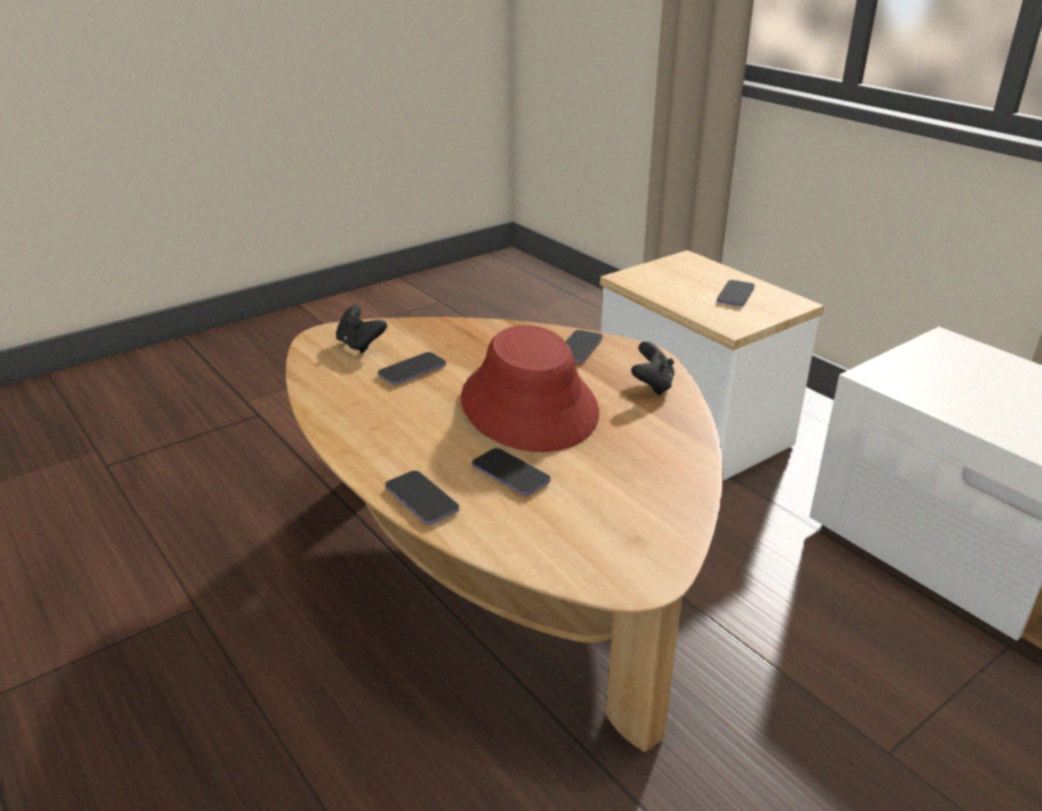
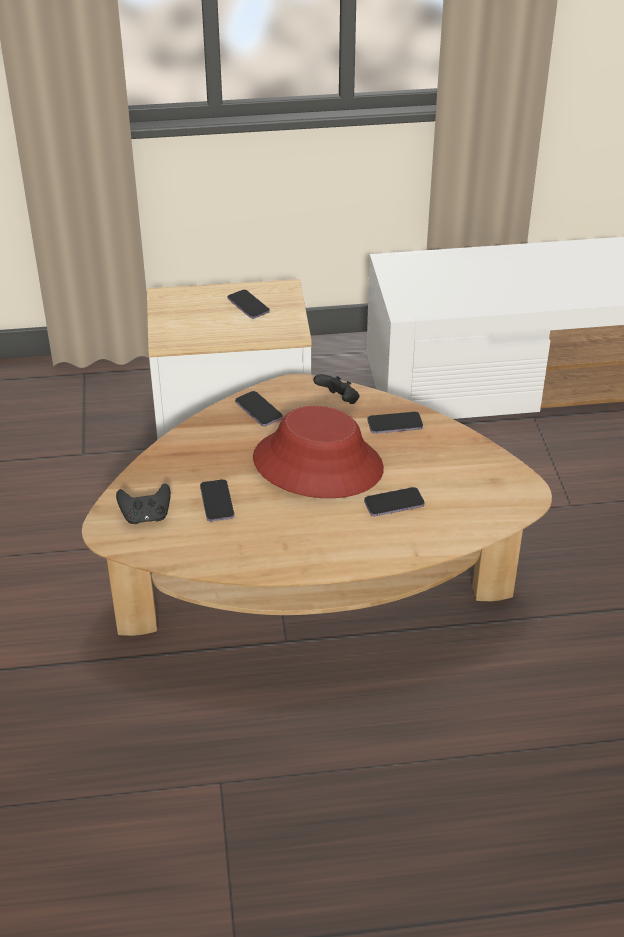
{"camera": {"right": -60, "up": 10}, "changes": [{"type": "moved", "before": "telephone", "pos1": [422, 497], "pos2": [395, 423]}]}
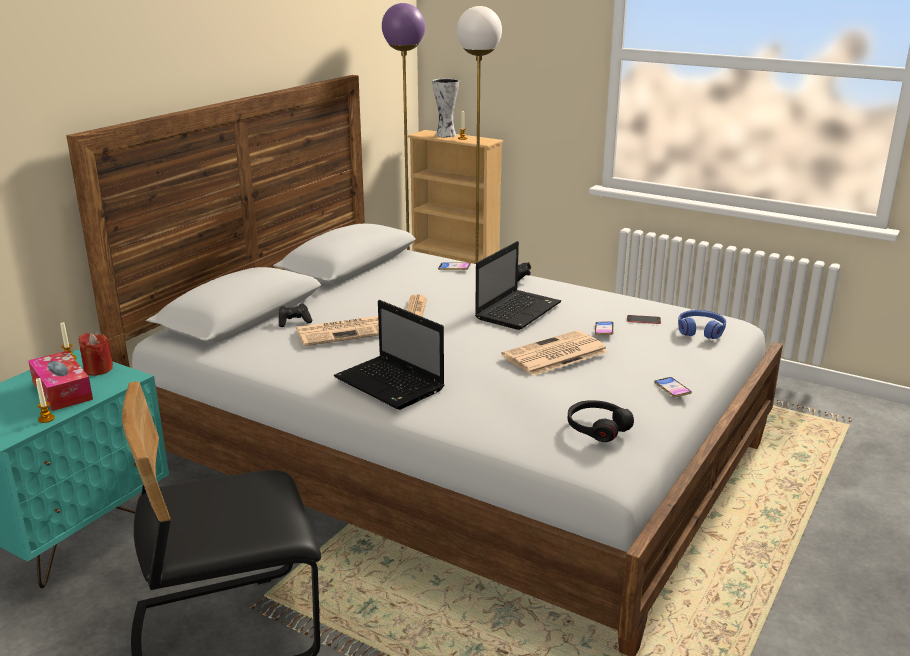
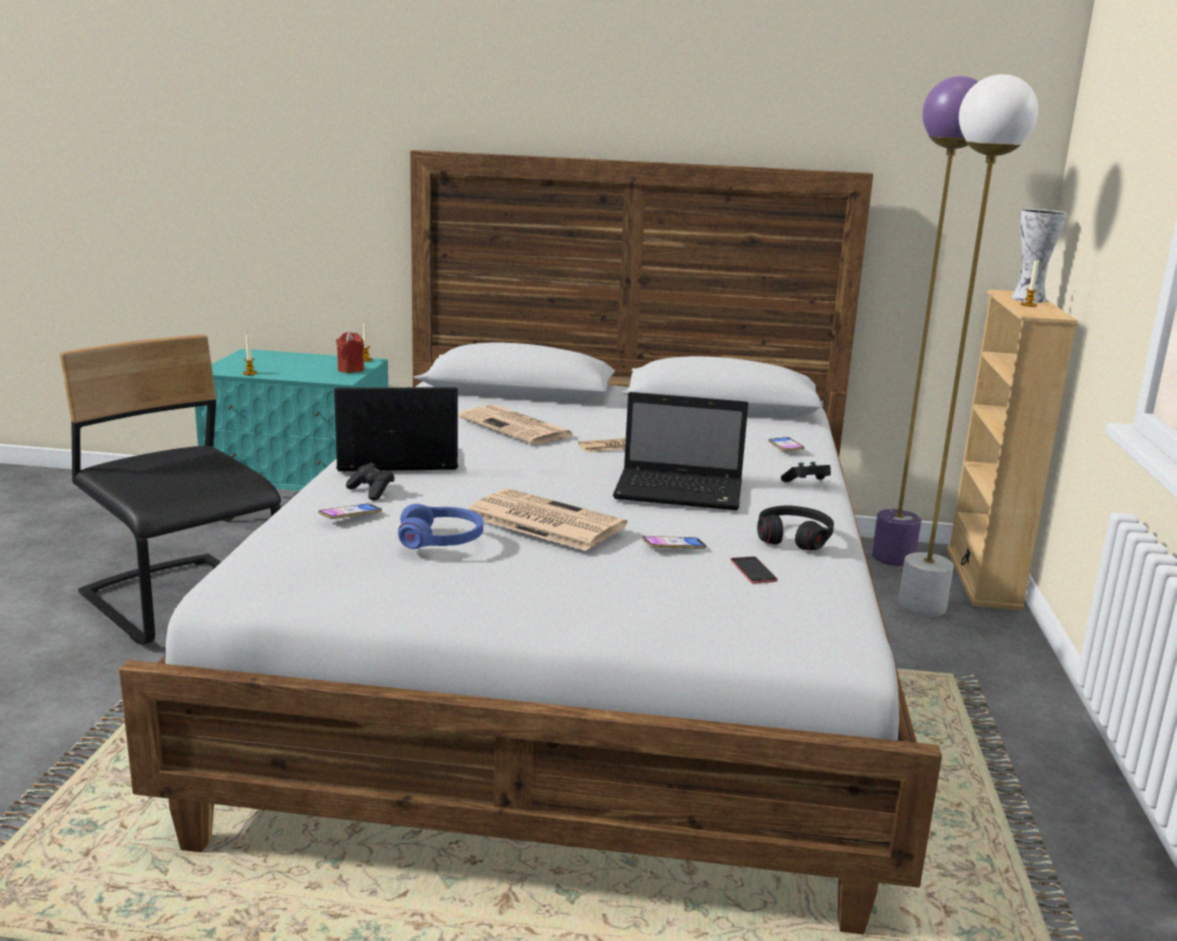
{"camera": {"right": 65, "up": -5}, "changes": [{"type": "removed", "before": "box of tissues", "pos1": [60, 381]}, {"type": "moved", "before": "joypad/black-coloured", "pos1": [295, 315], "pos2": [370, 482]}, {"type": "moved", "before": "pair of headphones/black-coloured", "pos1": [601, 421], "pos2": [795, 528]}, {"type": "moved", "before": "telephone", "pos1": [673, 387], "pos2": [350, 511]}, {"type": "moved", "before": "pair of headphones/blue", "pos1": [702, 324], "pos2": [440, 526]}, {"type": "turned", "before": "notebook computer", "pos1": [389, 355], "pos2": [396, 429], "turn": 60}]}
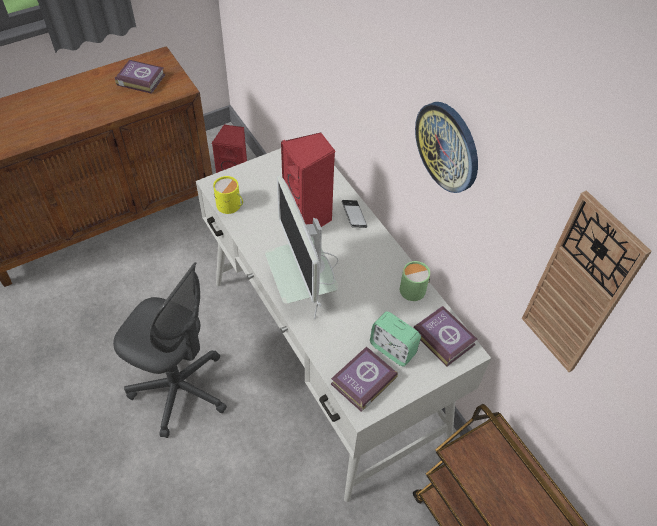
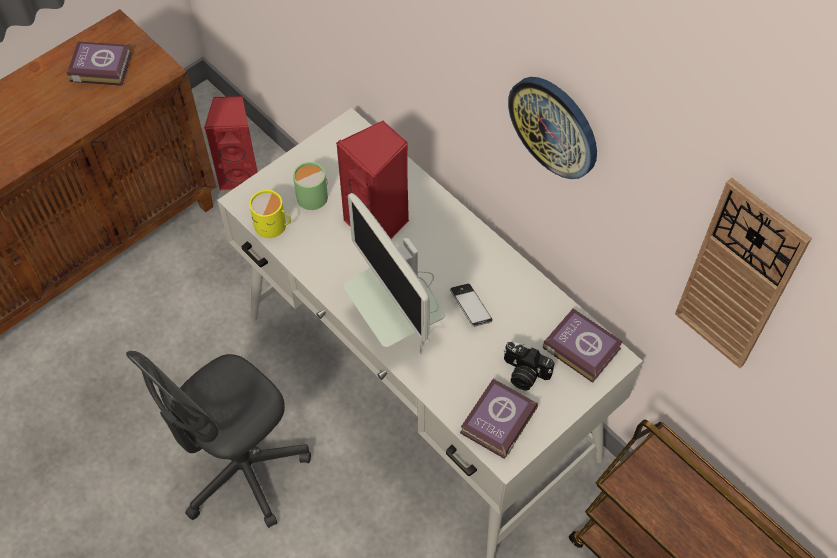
{"camera": {"right": -10, "up": 5}, "changes": [{"type": "moved", "before": "telephone", "pos1": [354, 214], "pos2": [471, 305]}, {"type": "moved", "before": "mug/green", "pos1": [415, 281], "pos2": [310, 186]}, {"type": "replaced", "before": "alarm clock", "after": "photo camera", "pos1": [395, 338], "pos2": [529, 366]}, {"type": "turned", "before": "desk chair/greyish", "pos1": [170, 350], "pos2": [218, 439], "turn": 120}]}
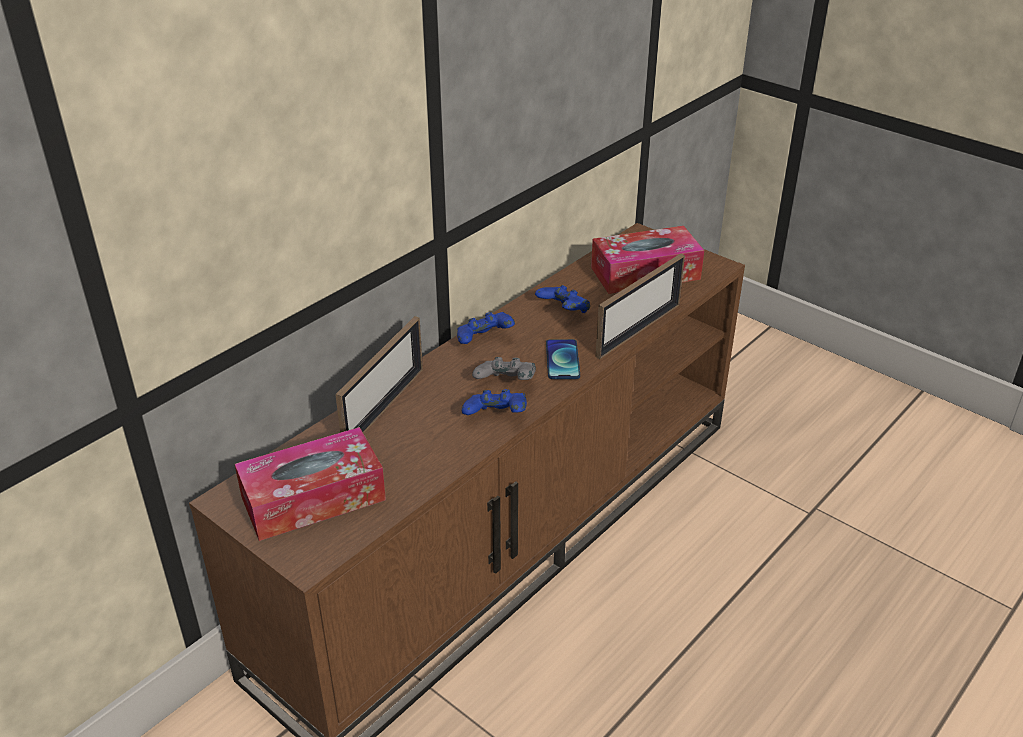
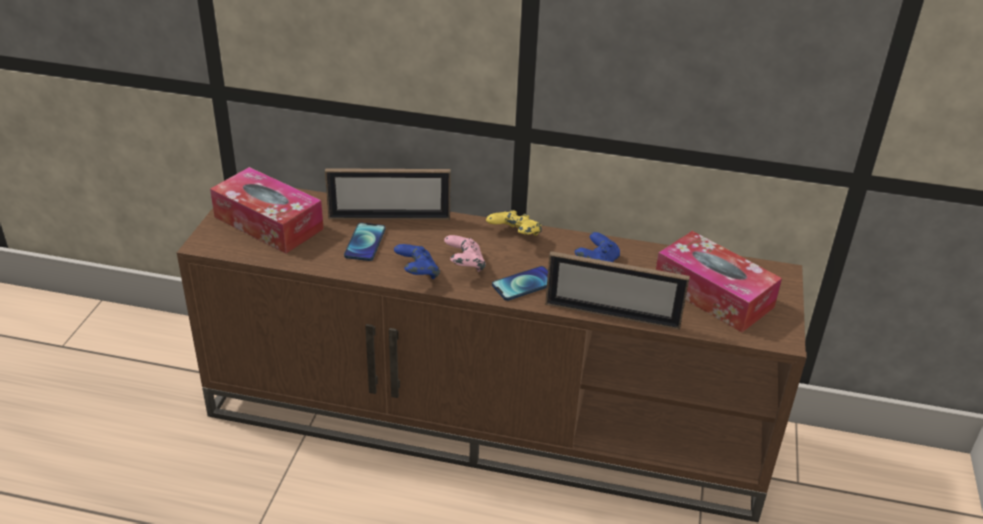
{"camera": {"right": 60, "up": 0}, "changes": [{"type": "added", "after": "telephone", "pos2": [365, 242]}, {"type": "recoloured", "before": "joypad/blue", "after": "joypad/yellow", "pos1": [486, 328], "pos2": [514, 223]}, {"type": "recoloured", "before": "joypad/greyish", "after": "joypad/pinkish", "pos1": [504, 368], "pos2": [465, 253]}]}
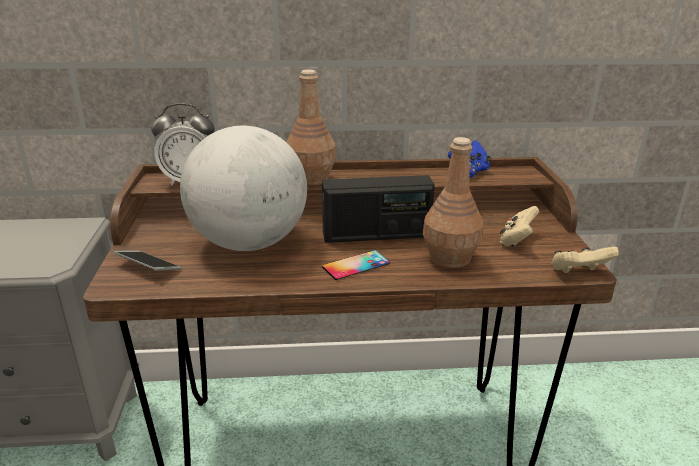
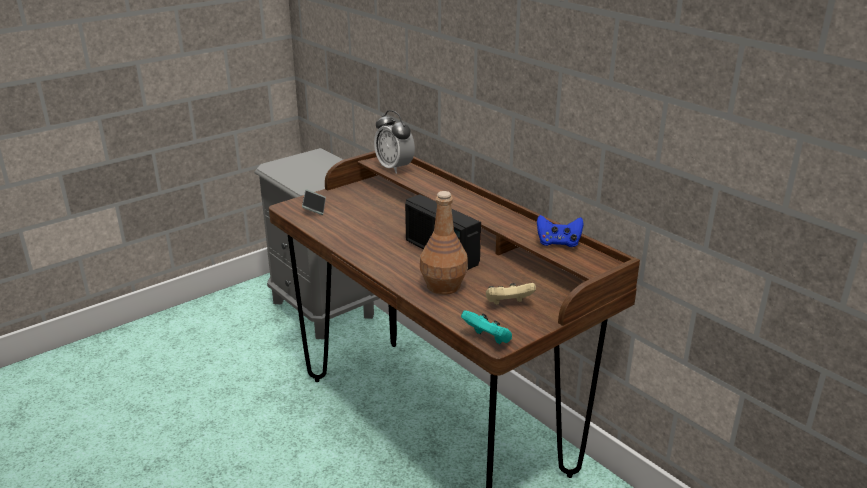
{"camera": {"right": 55, "up": 0}, "changes": [{"type": "removed", "before": "world globe", "pos1": [243, 188]}, {"type": "removed", "before": "beverage bottle/brownish", "pos1": [311, 128]}, {"type": "removed", "before": "telephone", "pos1": [356, 265]}, {"type": "recoloured", "before": "joypad/beige", "after": "joypad/turquoise-coloured", "pos1": [585, 260], "pos2": [486, 327]}]}
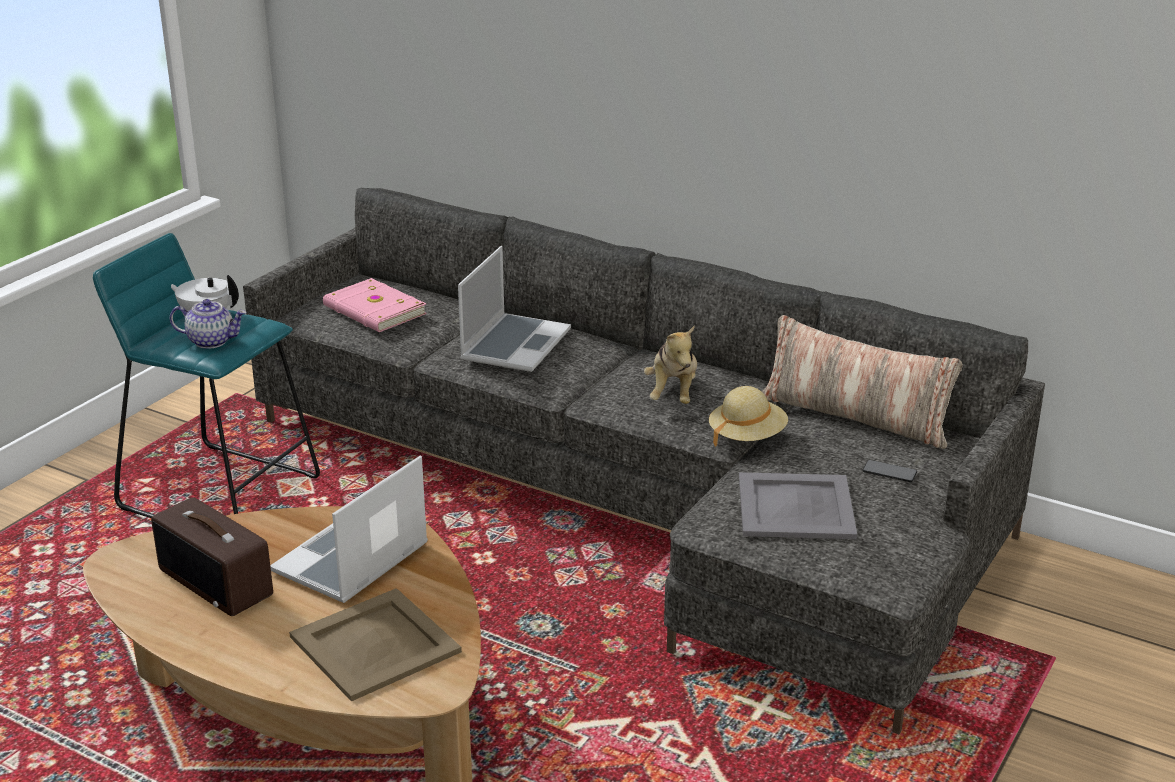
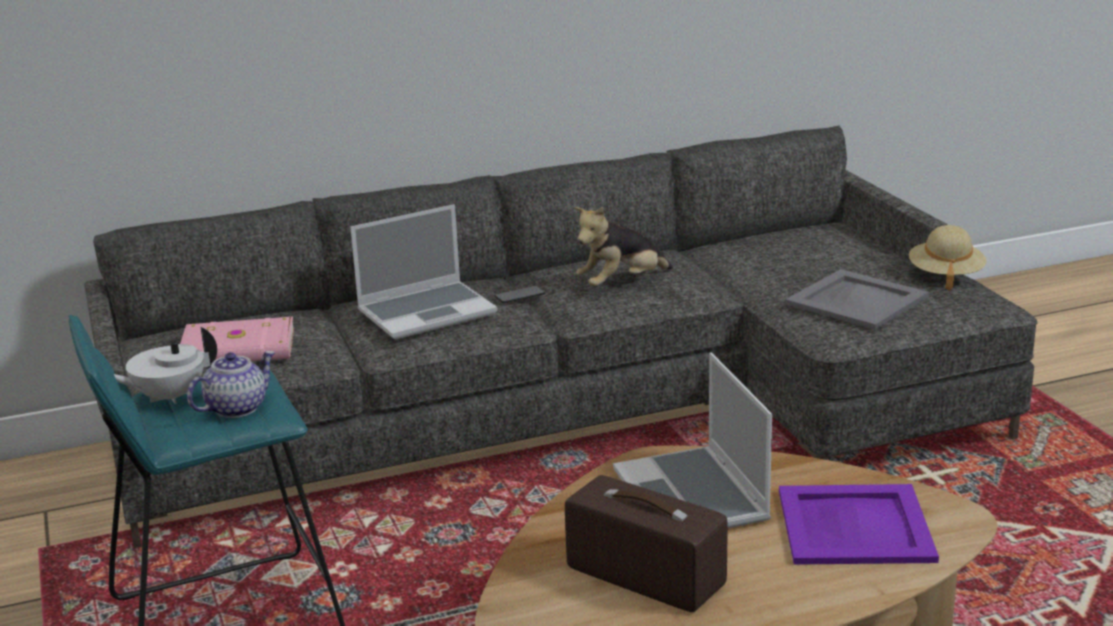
{"camera": {"right": -50, "up": -5}, "changes": [{"type": "removed", "before": "throw pillow", "pos1": [862, 382]}, {"type": "moved", "before": "hat/beige", "pos1": [748, 416], "pos2": [947, 258]}, {"type": "moved", "before": "telephone", "pos1": [890, 471], "pos2": [519, 294]}, {"type": "recoloured", "before": "carrying tray/beige", "after": "carrying tray/purplish", "pos1": [375, 644], "pos2": [859, 524]}, {"type": "turned", "before": "radio receiver", "pos1": [212, 556], "pos2": [646, 543], "turn": -135}, {"type": "turned", "before": "notebook computer", "pos1": [514, 309], "pos2": [424, 271], "turn": 90}, {"type": "turned", "before": "cuddly toy", "pos1": [670, 364], "pos2": [624, 246], "turn": 105}]}
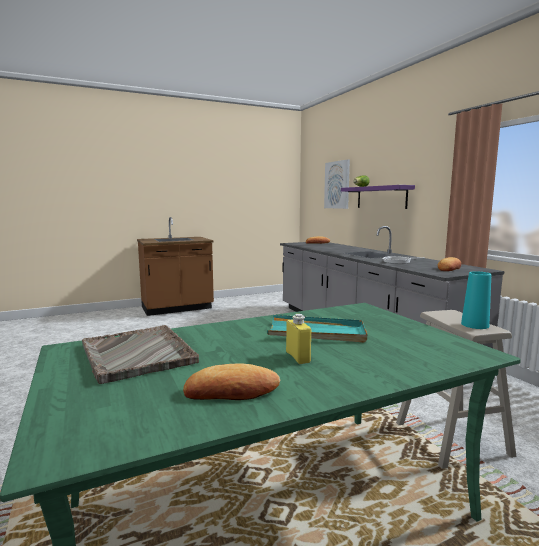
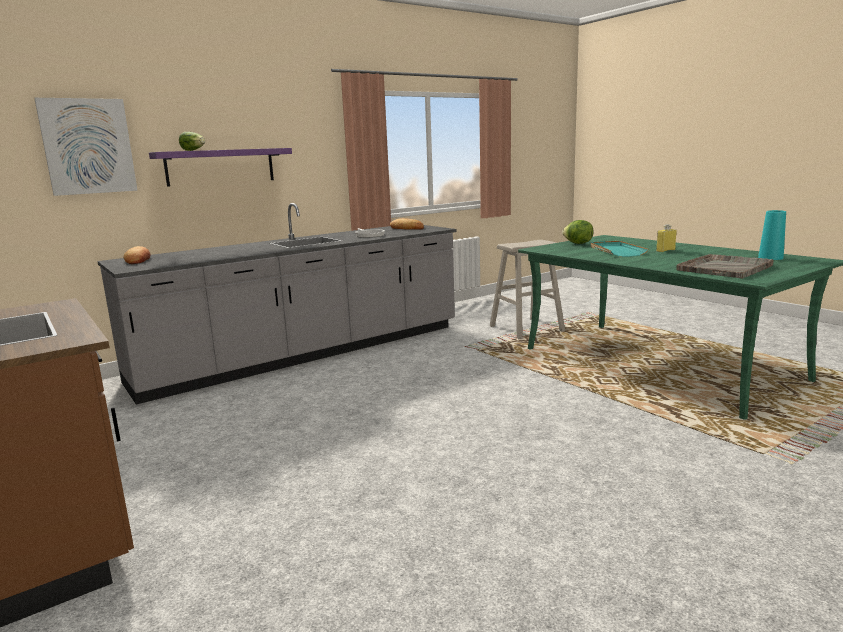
{"camera": {"right": -100, "up": 5}, "changes": [{"type": "removed", "before": "bread", "pos1": [231, 382]}, {"type": "added", "after": "lettuce", "pos2": [577, 232]}, {"type": "moved", "before": "flower vase/turquoise-coloured", "pos1": [476, 300], "pos2": [772, 235]}]}
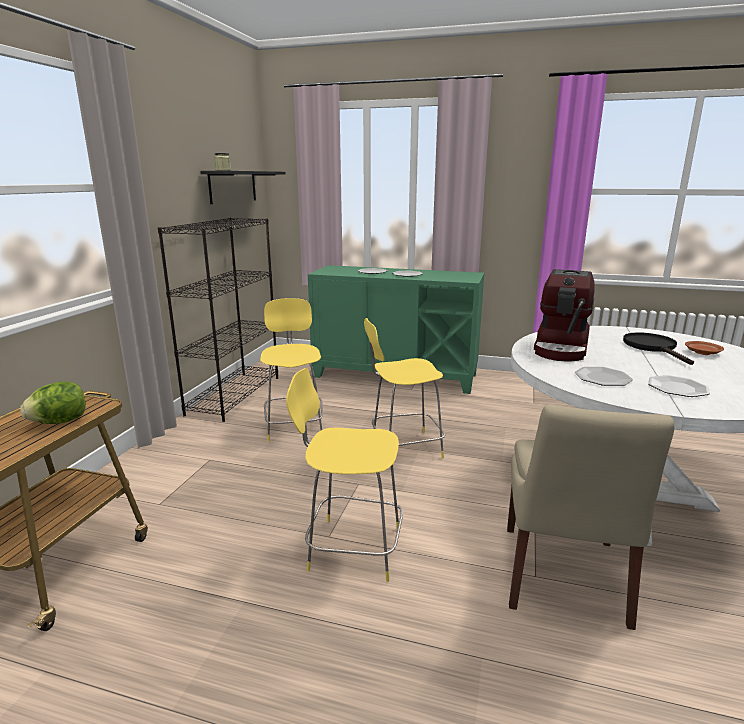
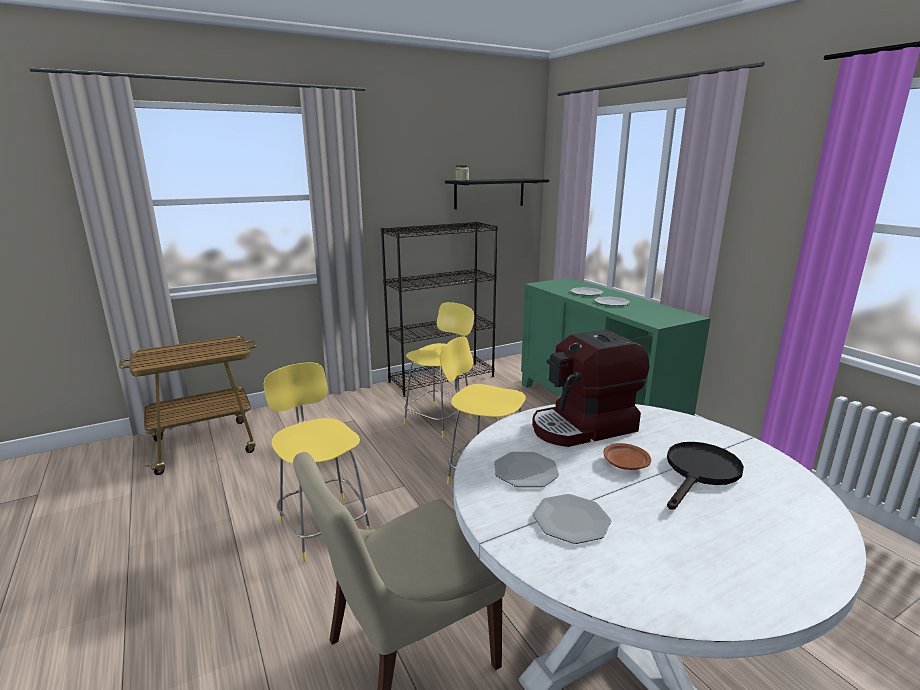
{"camera": {"right": 45, "up": 0}, "changes": [{"type": "removed", "before": "lettuce", "pos1": [53, 403]}, {"type": "moved", "before": "plate/brownish", "pos1": [704, 348], "pos2": [627, 456]}]}
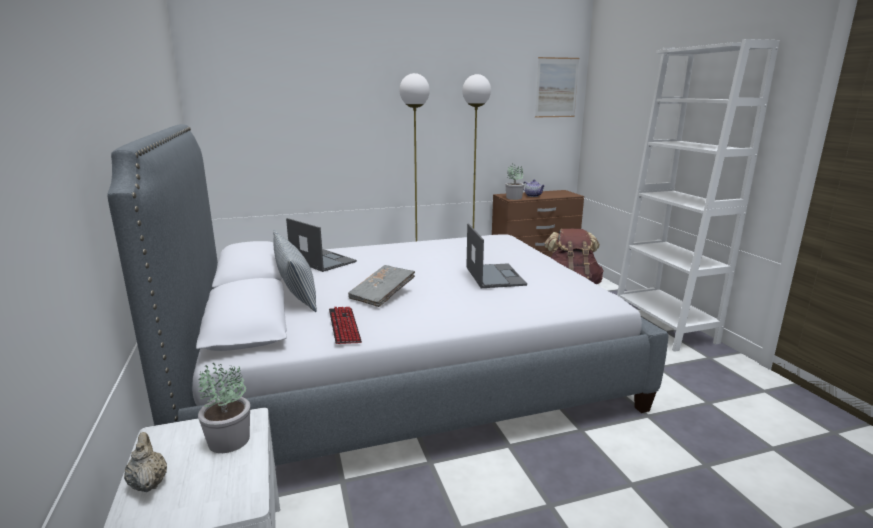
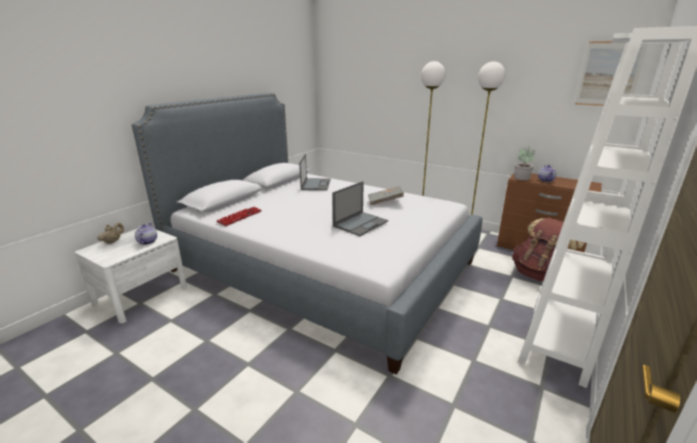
{"camera": {"right": 50, "up": 5}, "changes": [{"type": "removed", "before": "throw pillow", "pos1": [295, 271]}, {"type": "moved", "before": "volume/greyish", "pos1": [381, 286], "pos2": [386, 195]}, {"type": "replaced", "before": "plant in a pot", "after": "tea pot", "pos1": [224, 407], "pos2": [146, 234]}]}
